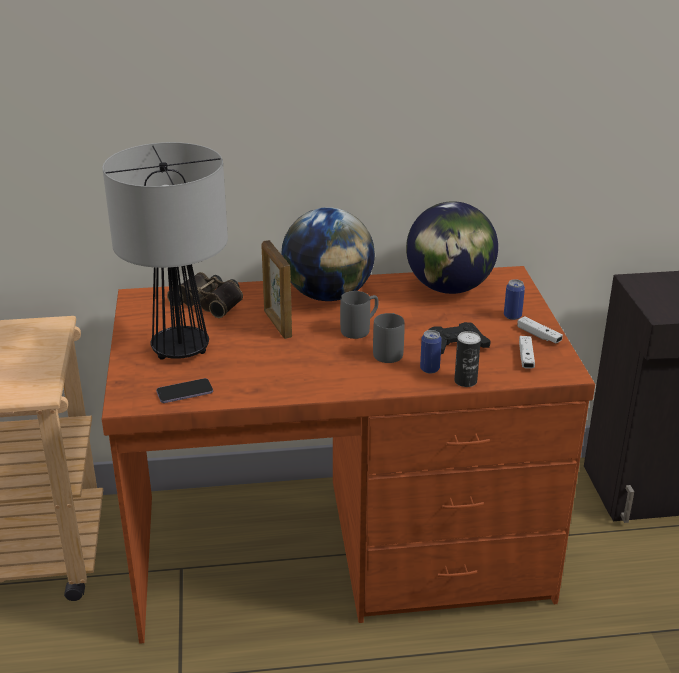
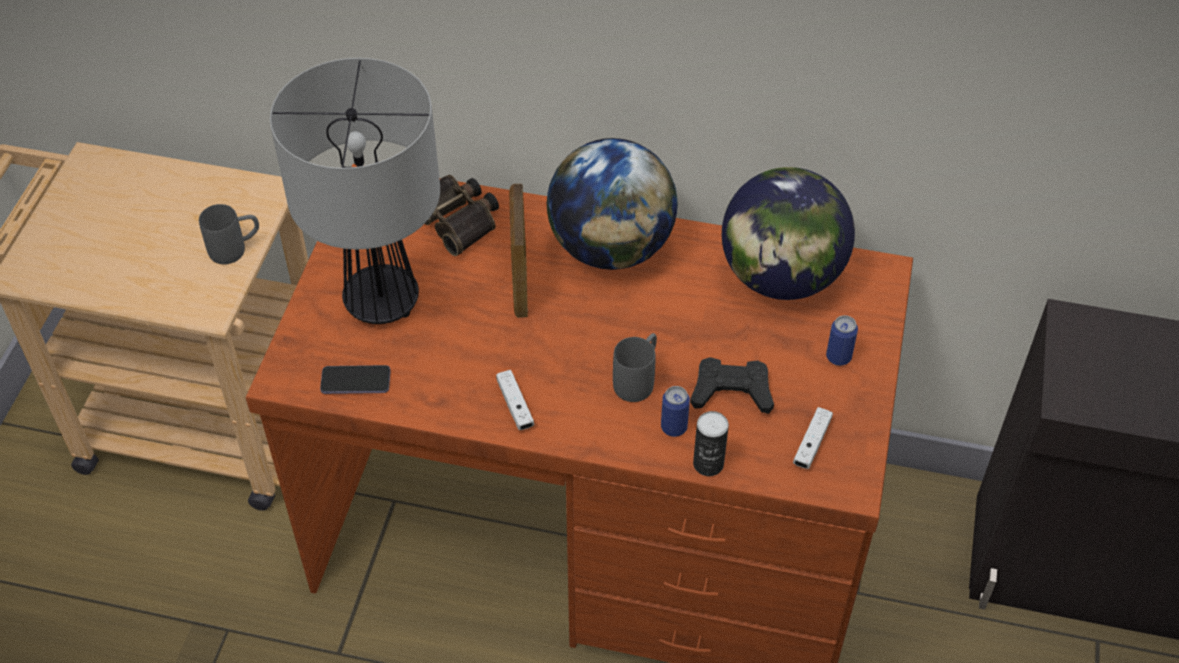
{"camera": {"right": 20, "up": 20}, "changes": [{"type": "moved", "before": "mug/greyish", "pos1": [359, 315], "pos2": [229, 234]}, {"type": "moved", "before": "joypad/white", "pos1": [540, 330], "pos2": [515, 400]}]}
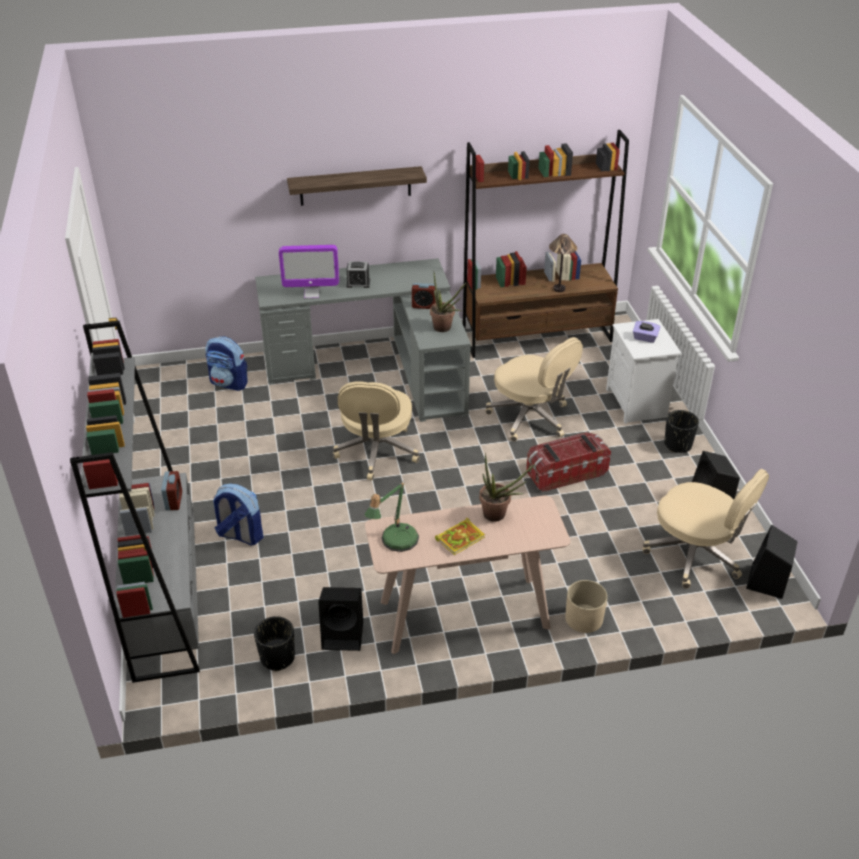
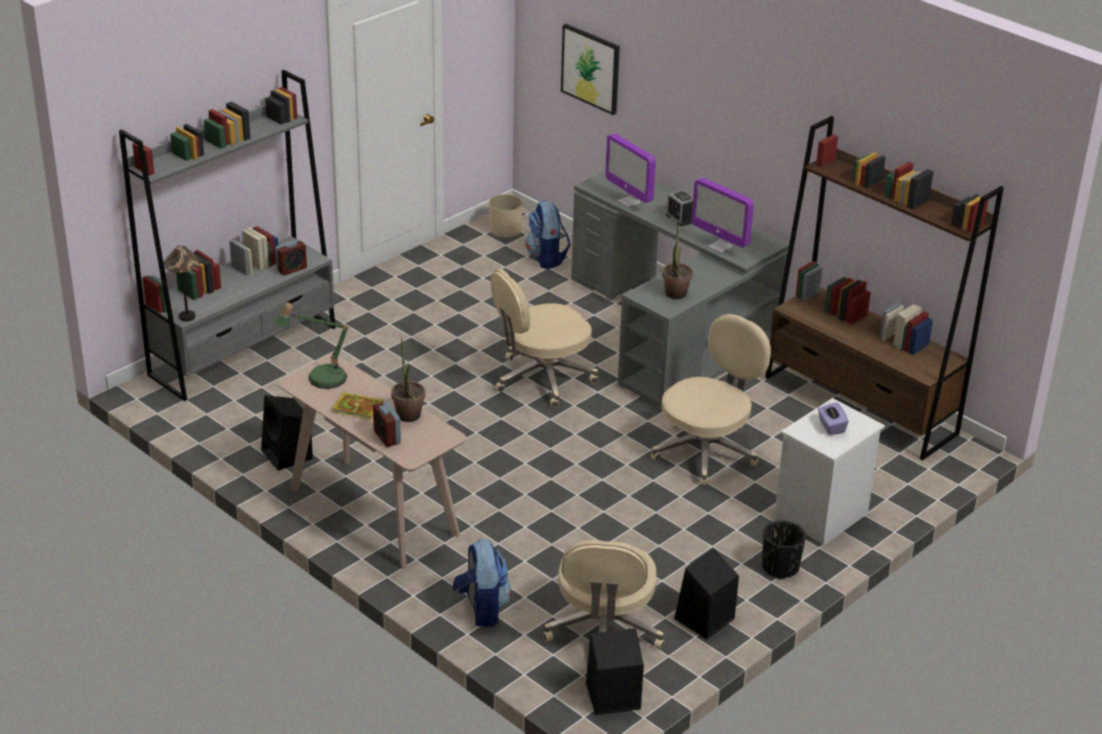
{"camera": {"right": 55, "up": -5}, "changes": [{"type": "removed", "before": "flower pot/black-coloured", "pos1": [274, 643]}, {"type": "removed", "before": "wall shelf", "pos1": [357, 186]}, {"type": "removed", "before": "storage box", "pos1": [568, 462]}, {"type": "added", "after": "picture", "pos2": [590, 69]}, {"type": "added", "after": "monitor", "pos2": [723, 215]}, {"type": "moved", "before": "backpack", "pos1": [238, 515], "pos2": [482, 583]}, {"type": "moved", "before": "alarm clock", "pos1": [424, 296], "pos2": [387, 424]}, {"type": "moved", "before": "tabletop lamp", "pos1": [563, 263], "pos2": [182, 283]}, {"type": "moved", "before": "flower pot/beige", "pos1": [586, 606], "pos2": [506, 215]}, {"type": "turned", "before": "desk chair/beige", "pos1": [534, 389], "pos2": [710, 399], "turn": -150}]}
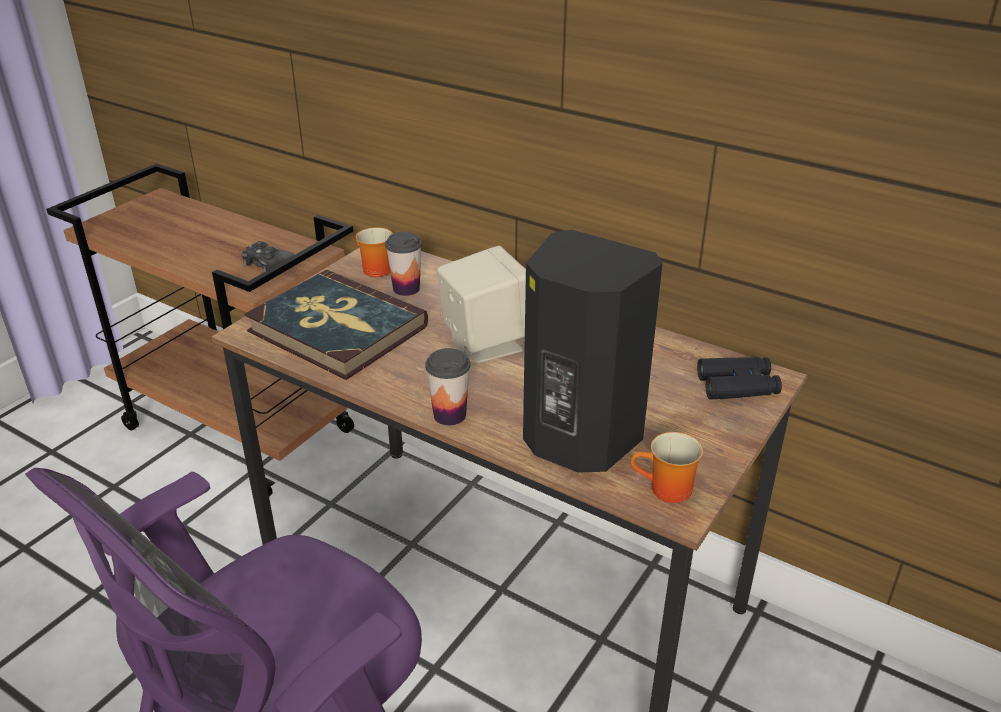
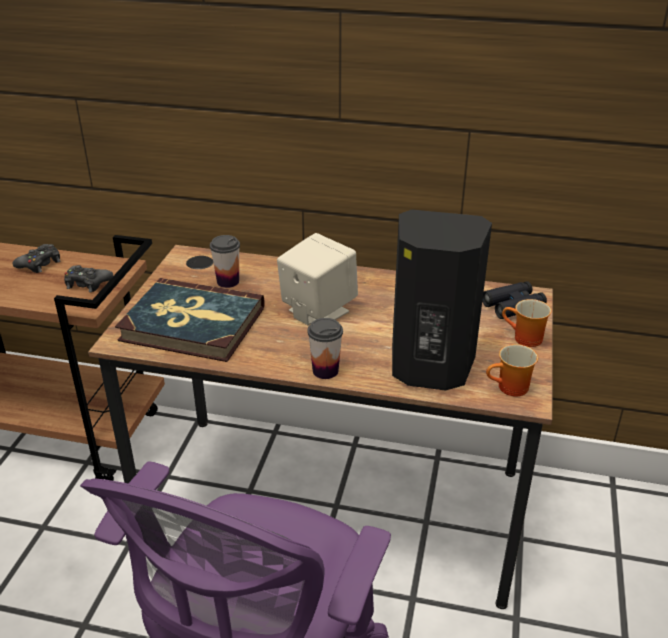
{"camera": {"right": -20, "up": 0}, "changes": [{"type": "added", "after": "joypad/black-coloured", "pos2": [36, 258]}, {"type": "moved", "before": "mug", "pos1": [374, 252], "pos2": [526, 323]}]}
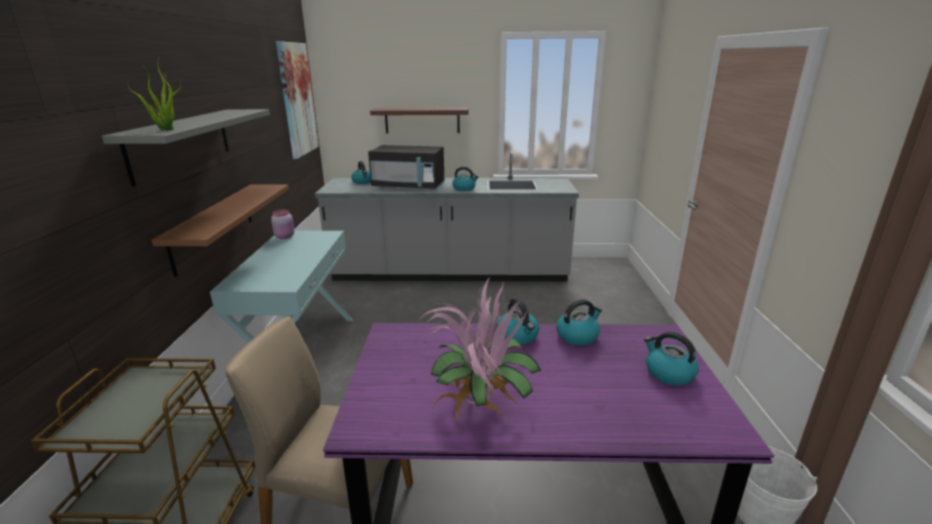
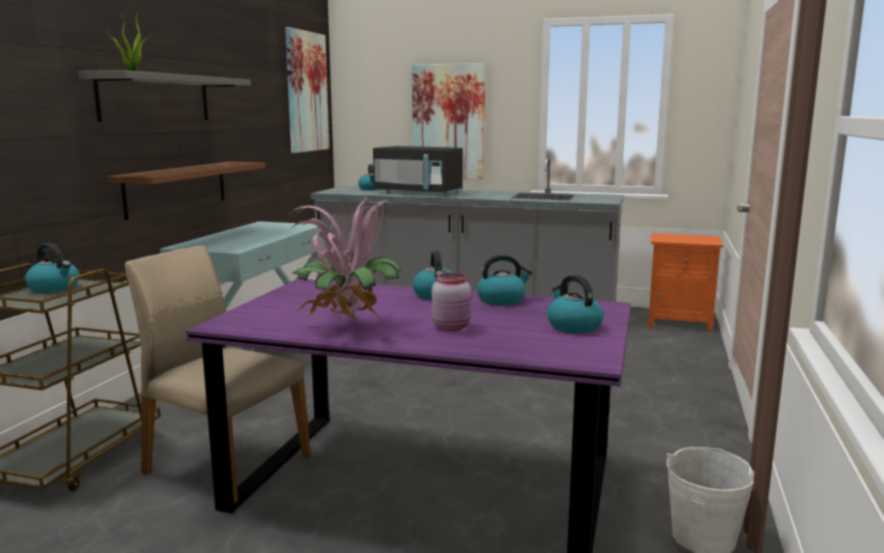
{"camera": {"right": 15, "up": -10}, "changes": [{"type": "added", "after": "nightstand/orange", "pos2": [686, 283]}, {"type": "moved", "before": "preserve jar/pinkish", "pos1": [282, 224], "pos2": [451, 302]}, {"type": "moved", "before": "water kettle", "pos1": [465, 179], "pos2": [52, 268]}, {"type": "replaced", "before": "wall shelf", "after": "picture", "pos1": [419, 120], "pos2": [449, 121]}]}
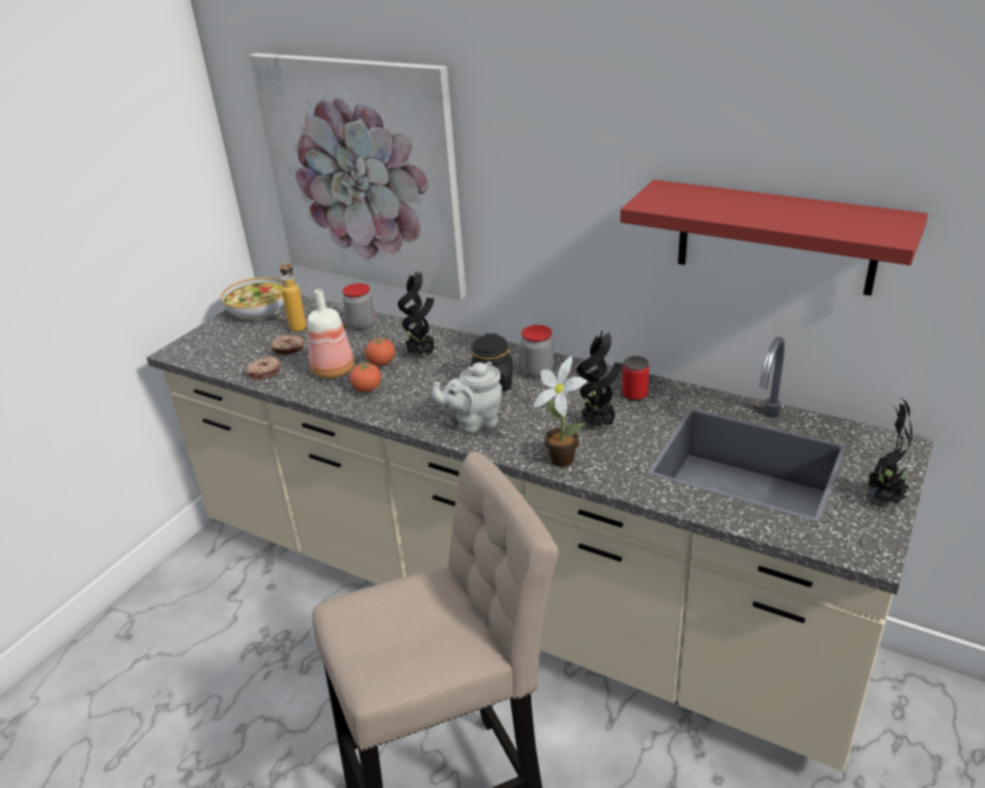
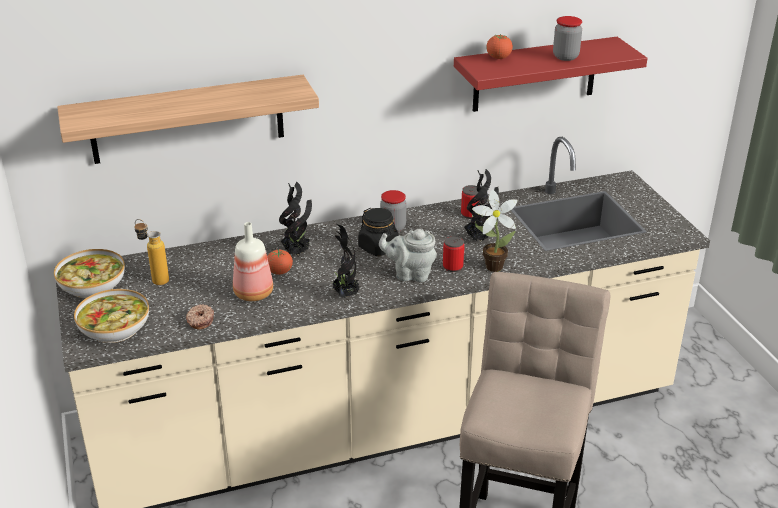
{"camera": {"right": -50, "up": 0}, "changes": [{"type": "removed", "before": "donut", "pos1": [287, 345]}, {"type": "added", "after": "serving bowl", "pos2": [111, 316]}, {"type": "added", "after": "metal can", "pos2": [454, 254]}, {"type": "moved", "before": "preserve jar", "pos1": [358, 307], "pos2": [567, 38]}, {"type": "moved", "before": "fresh tomato", "pos1": [365, 377], "pos2": [499, 46]}, {"type": "moved", "before": "plant in a pot", "pos1": [888, 451], "pos2": [345, 261]}, {"type": "replaced", "before": "picture", "after": "wall shelf", "pos1": [357, 176], "pos2": [188, 119]}, {"type": "turned", "before": "tea pot/greyish", "pos1": [467, 397], "pos2": [408, 255], "turn": 75}]}
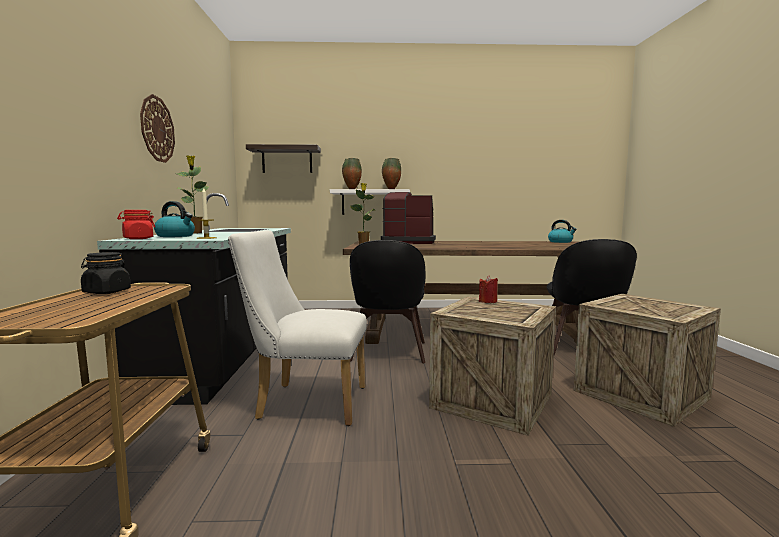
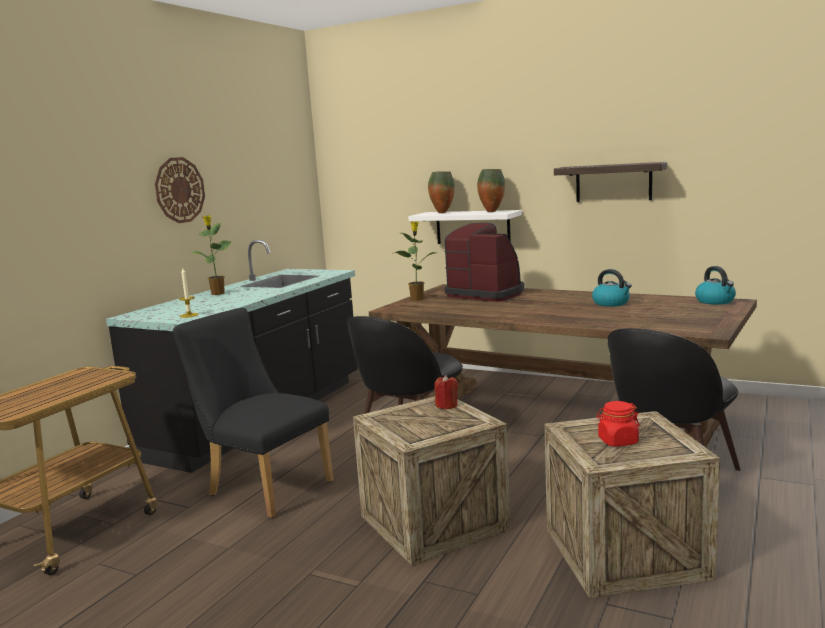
{"camera": {"right": 30, "up": 5}, "changes": [{"type": "removed", "before": "preserve jar/black-coloured", "pos1": [106, 273]}, {"type": "moved", "before": "preserve jar/red-coloured", "pos1": [136, 224], "pos2": [618, 424]}, {"type": "moved", "before": "water kettle", "pos1": [174, 219], "pos2": [612, 288]}, {"type": "moved", "before": "wall shelf", "pos1": [283, 158], "pos2": [610, 182]}, {"type": "recoloured", "before": "chair/white", "after": "chair/black-coloured", "pos1": [297, 328], "pos2": [253, 413]}]}
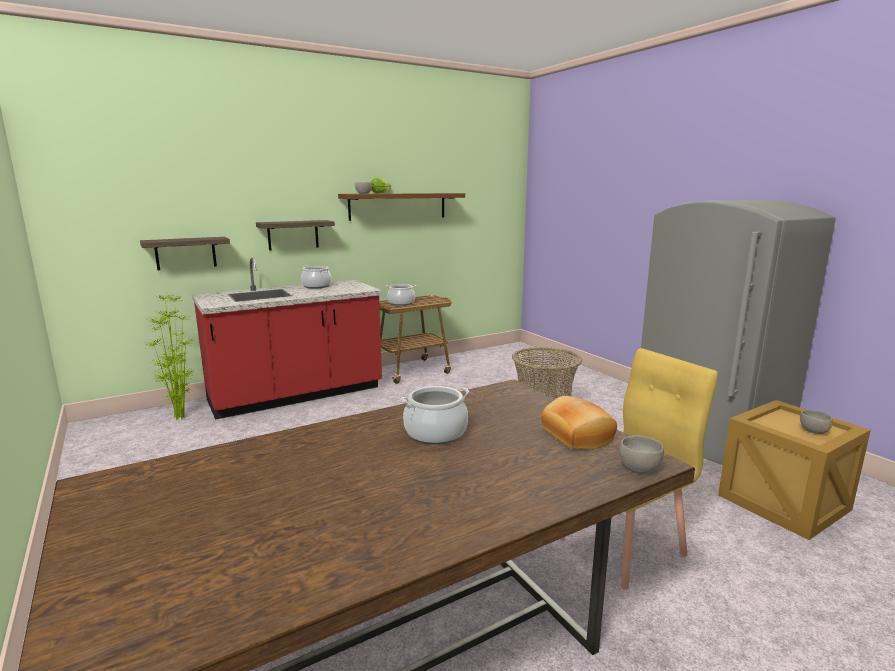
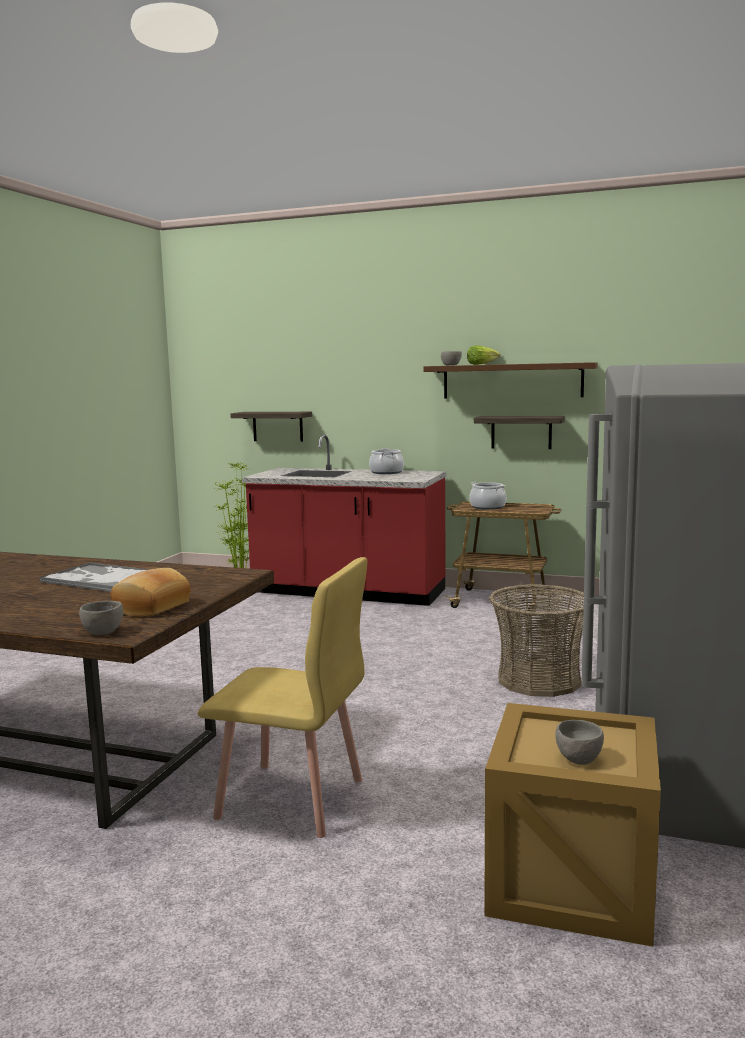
{"camera": {"right": 50, "up": -5}, "changes": [{"type": "moved", "before": "wall shelf", "pos1": [295, 235], "pos2": [519, 432]}, {"type": "replaced", "before": "cooking pot", "after": "carrying tray", "pos1": [435, 415], "pos2": [94, 577]}]}
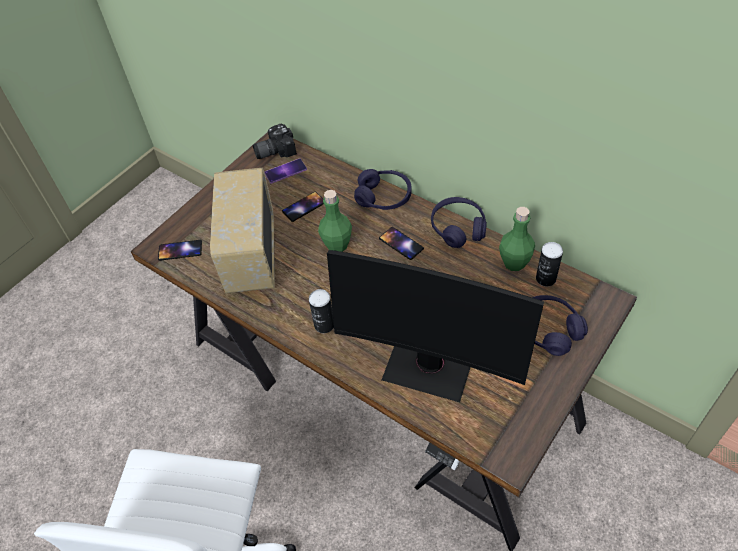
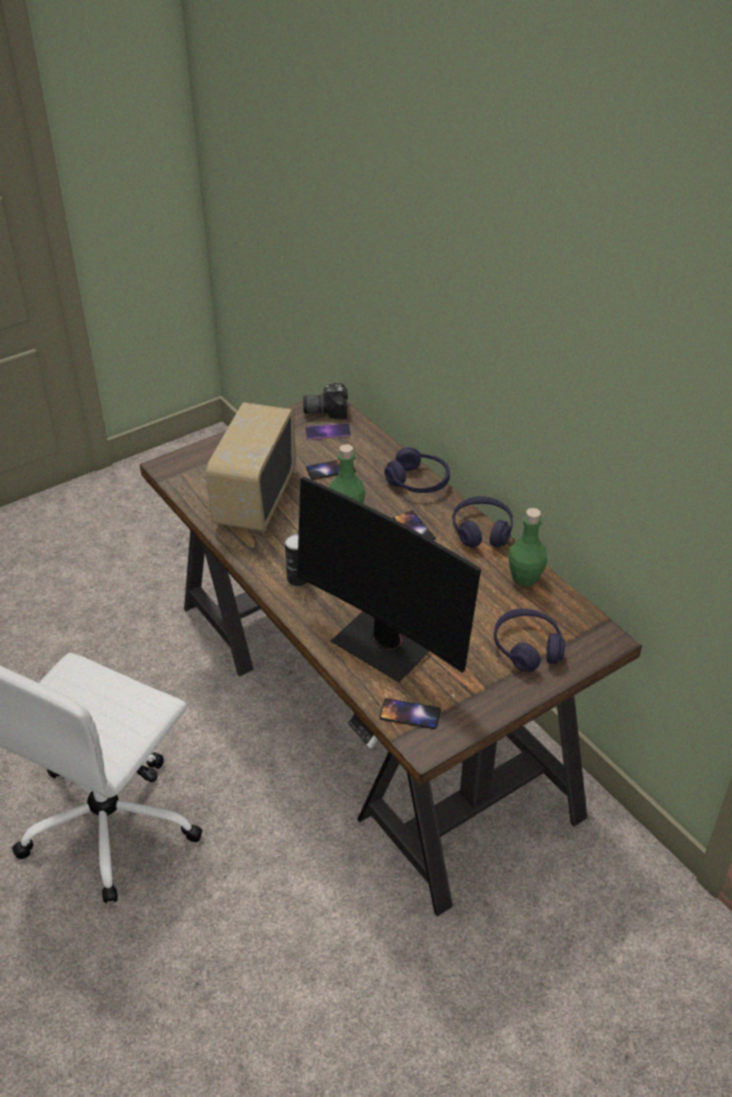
{"camera": {"right": 15, "up": -10}, "changes": [{"type": "removed", "before": "metal can", "pos1": [549, 264]}, {"type": "moved", "before": "telephone", "pos1": [180, 250], "pos2": [410, 713]}]}
